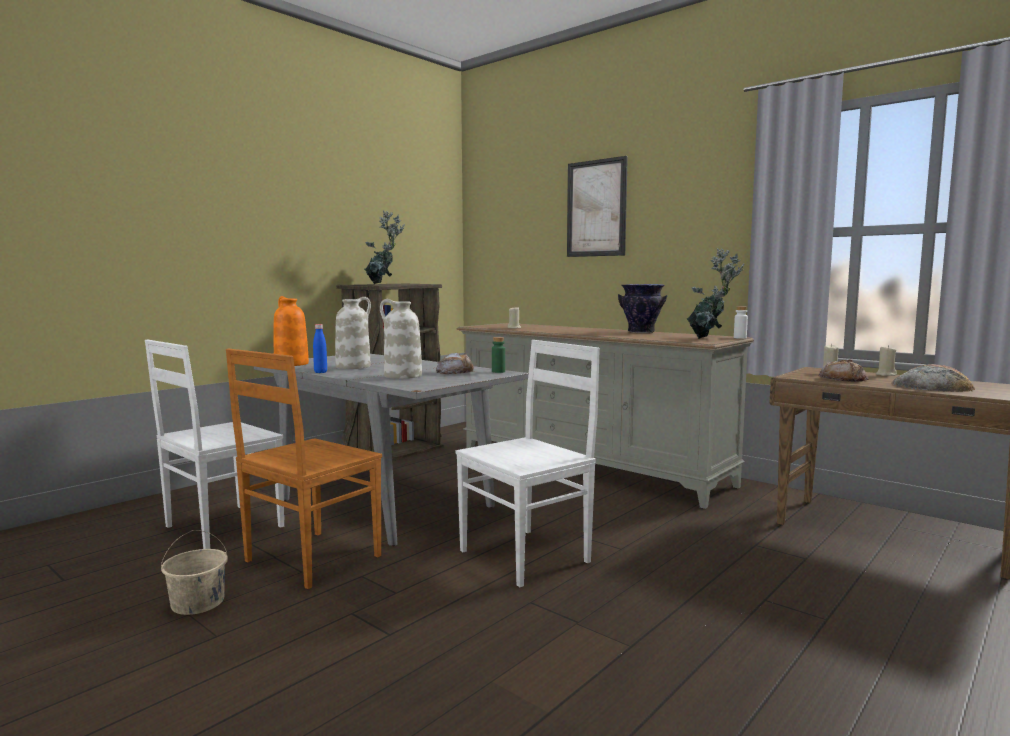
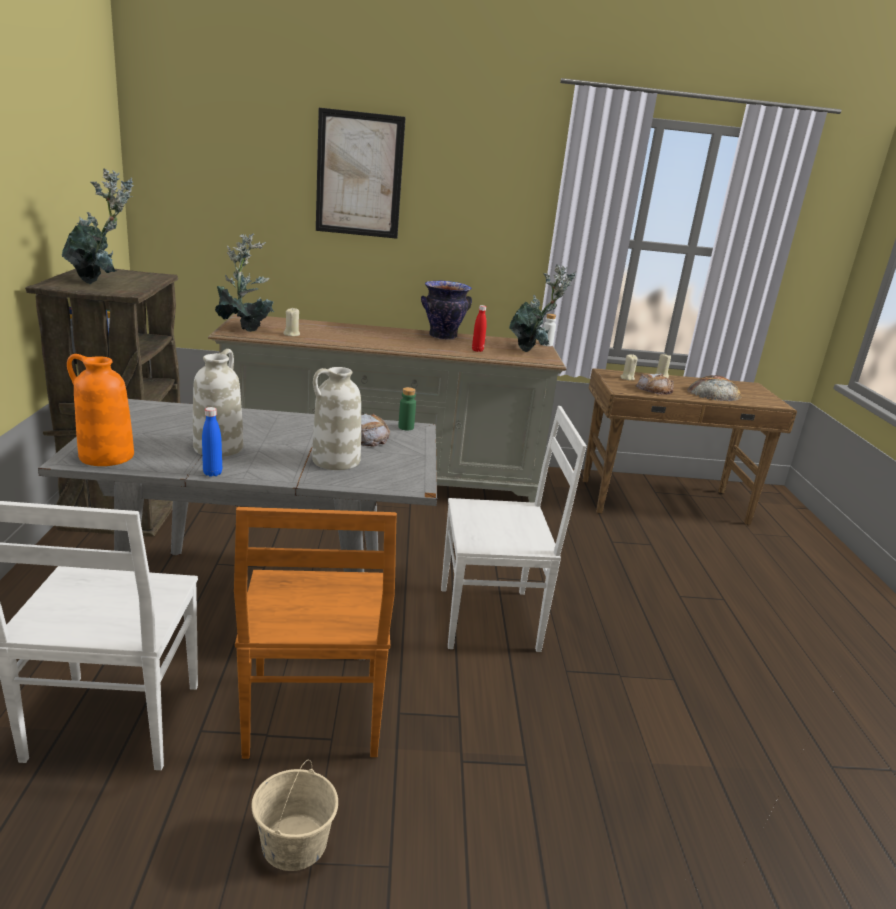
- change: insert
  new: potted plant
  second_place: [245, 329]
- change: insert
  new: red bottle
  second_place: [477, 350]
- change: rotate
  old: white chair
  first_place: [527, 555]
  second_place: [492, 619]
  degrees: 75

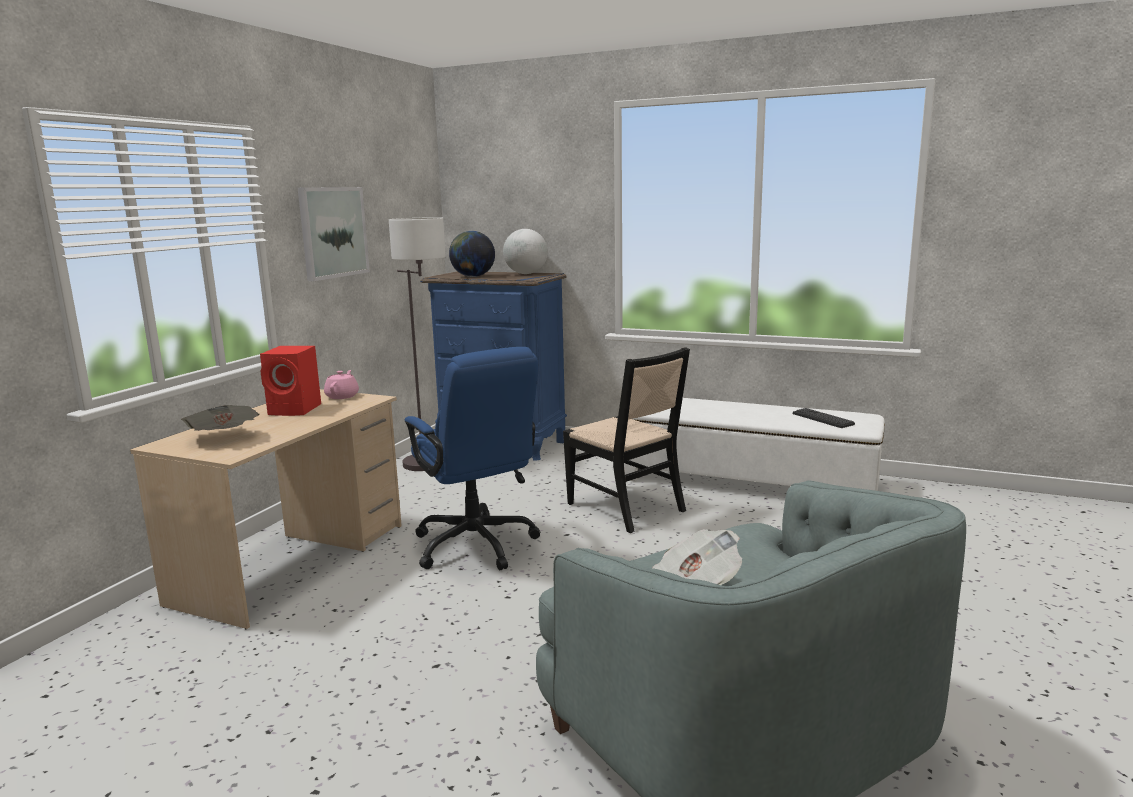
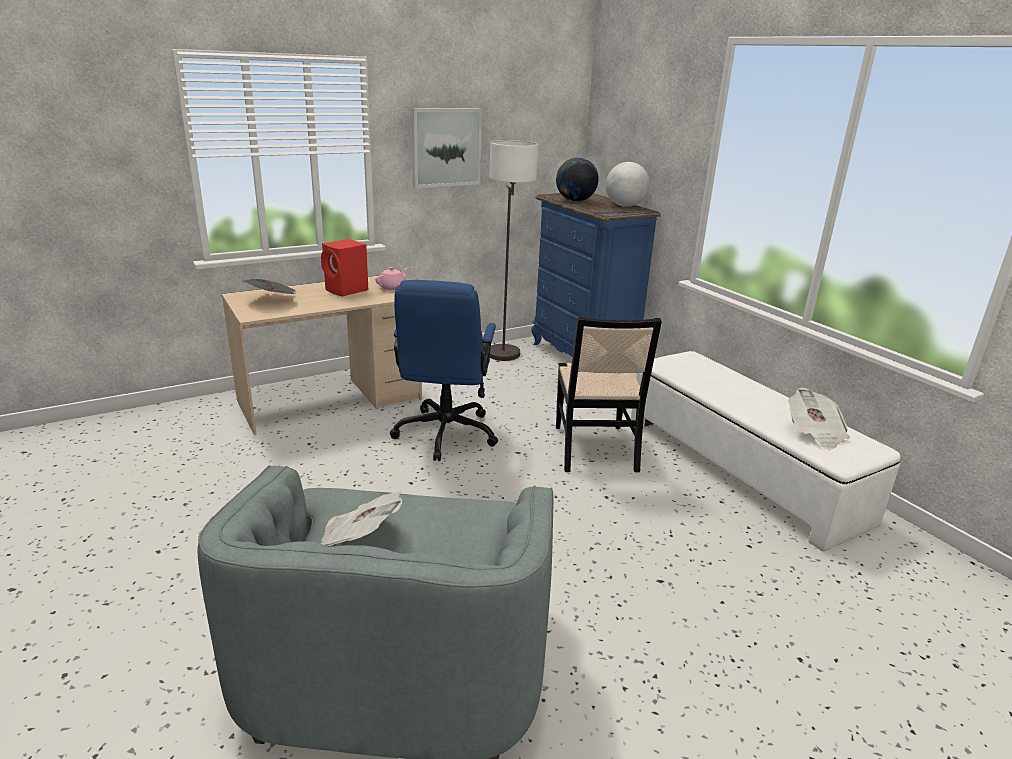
- change: replace
  old: keyboard
  new: newspaper
  first_place: [822, 419]
  second_place: [815, 433]

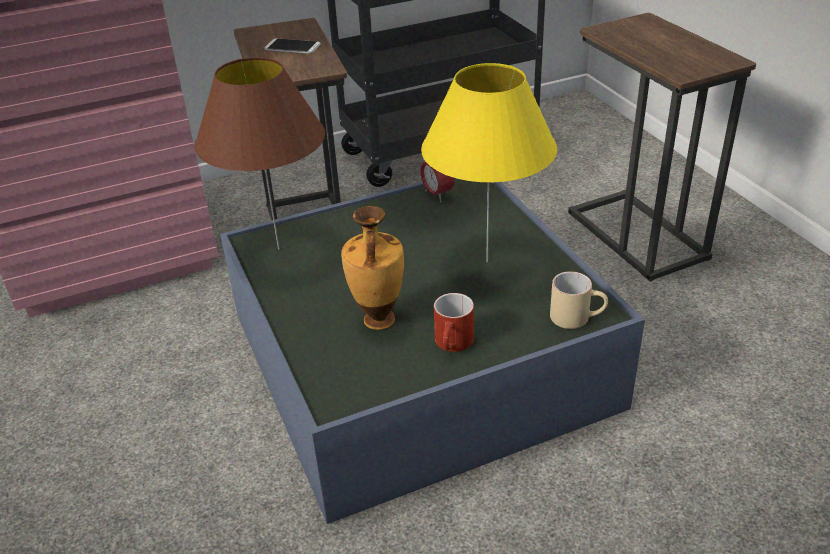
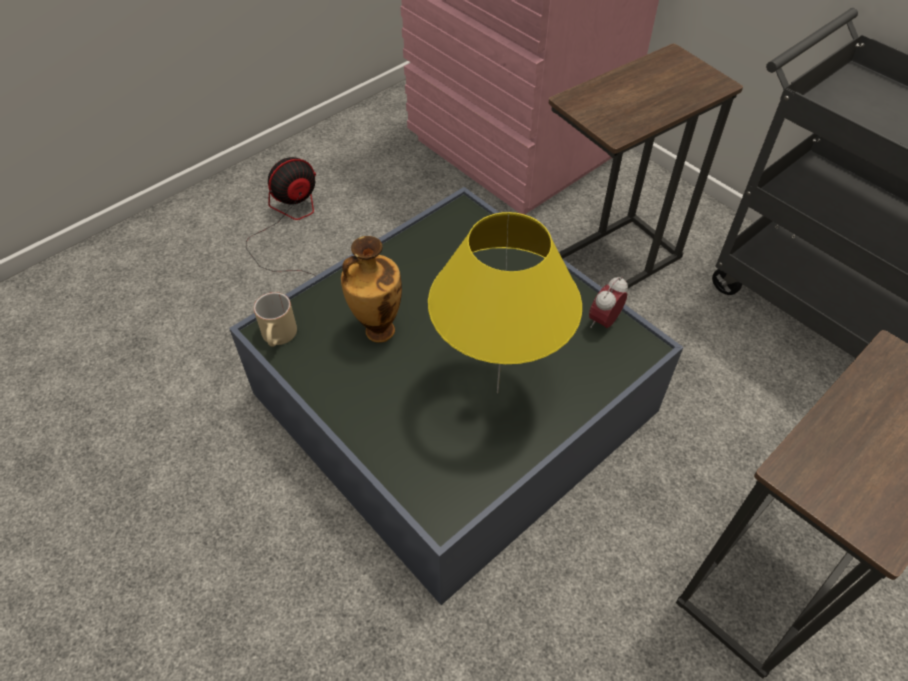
- change: delete
  old: brown table lamp
  first_place: [279, 249]
- change: delete
  old: phone
  first_place: [292, 47]
- change: delete
  old: red mug
  first_place: [453, 344]
- change: insert
  new: fan
  second_place: [290, 225]
- change: move
  old: beige mug
  first_place: [577, 317]
  second_place: [279, 337]

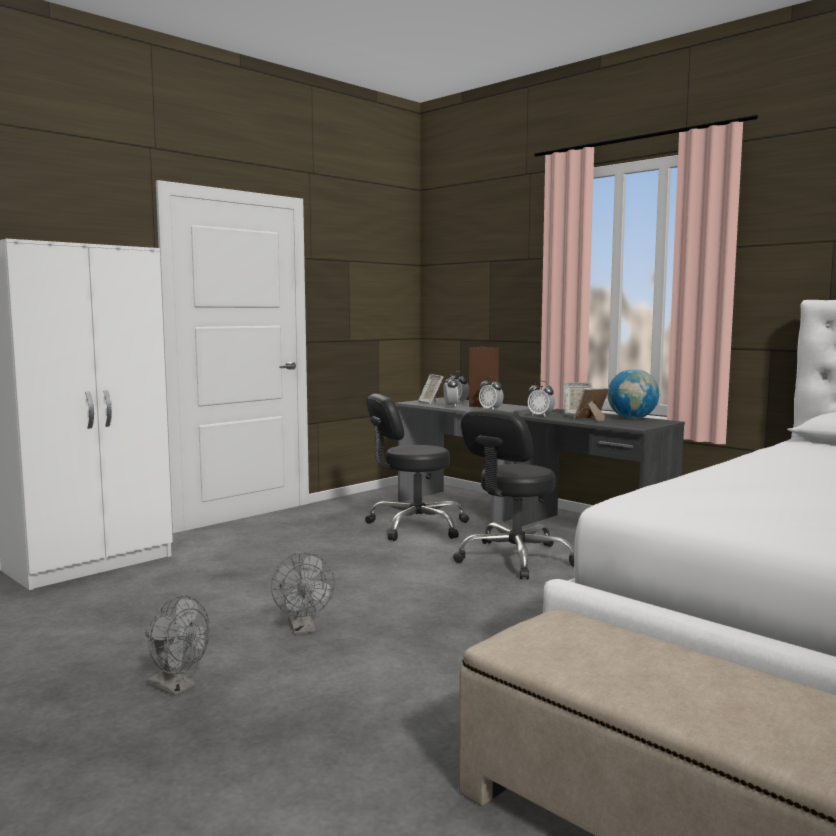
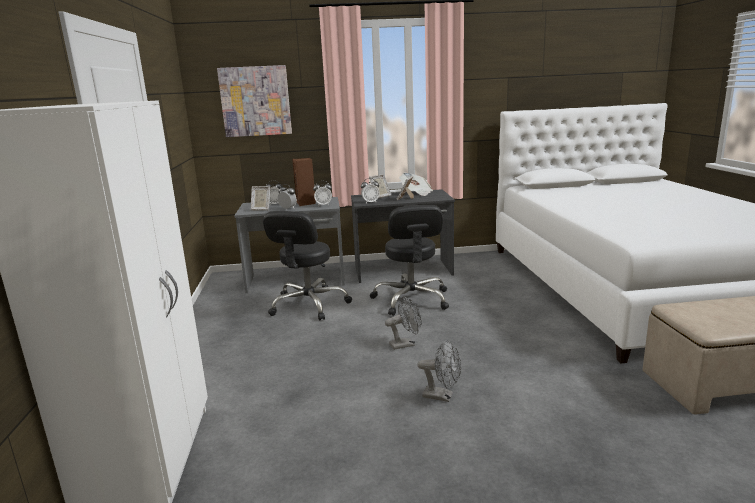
- change: insert
  new: picture
  second_place: [255, 101]
- change: move
  old: grey fan
  first_place: [177, 688]
  second_place: [405, 344]
- change: replace
  old: globe
  new: newspaper
  first_place: [632, 418]
  second_place: [416, 193]

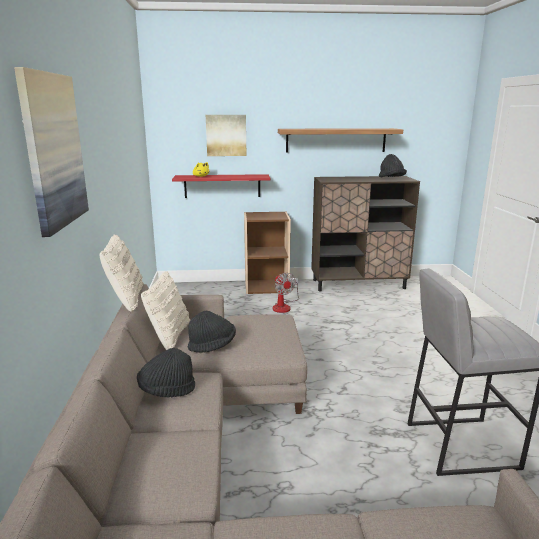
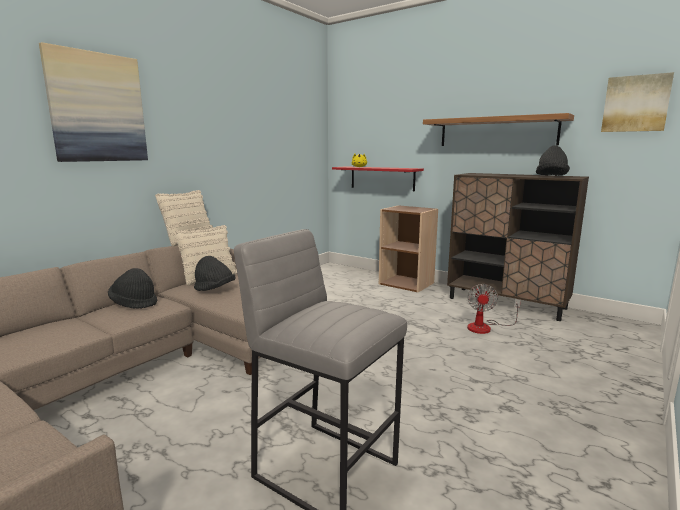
- change: move
  old: picture
  first_place: [226, 135]
  second_place: [635, 104]
- change: move
  old: fan
  first_place: [284, 306]
  second_place: [485, 327]

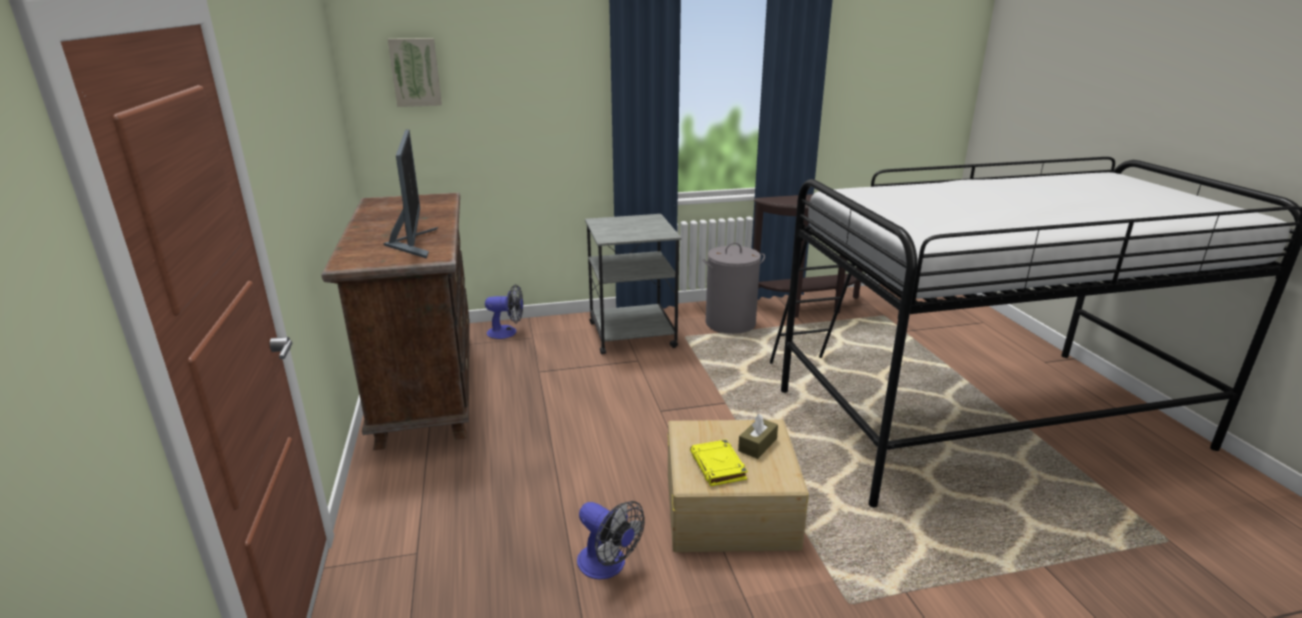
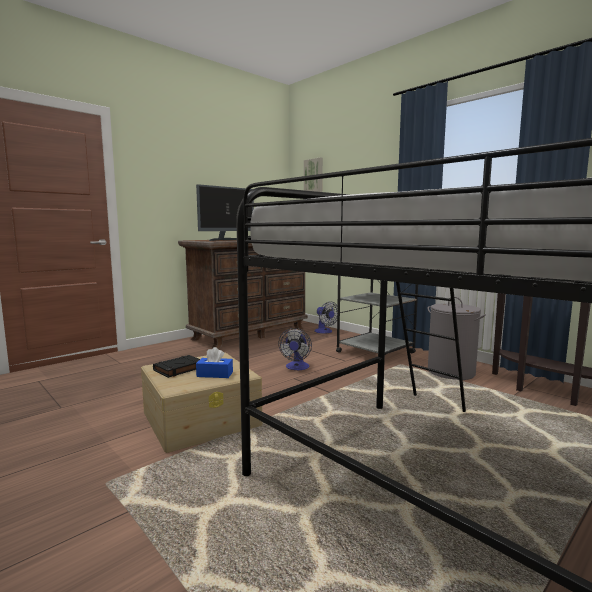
- change: move
  old: fan
  first_place: [608, 566]
  second_place: [296, 367]
- change: recolor
  old: yellow book
  new: black book
  first_place: [718, 467]
  second_place: [178, 369]
- change: recolor
  old: brown tissue box
  new: blue tissue box
  first_place: [757, 445]
  second_place: [215, 374]

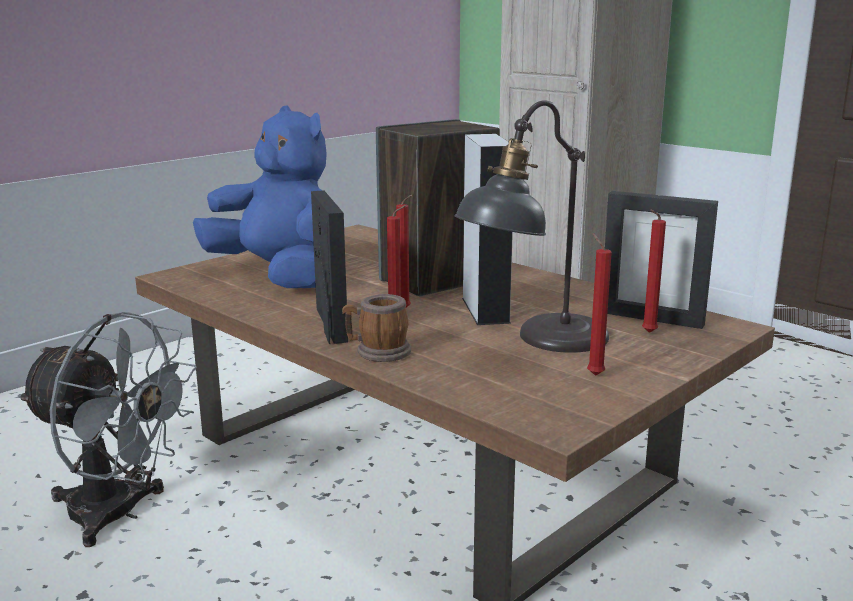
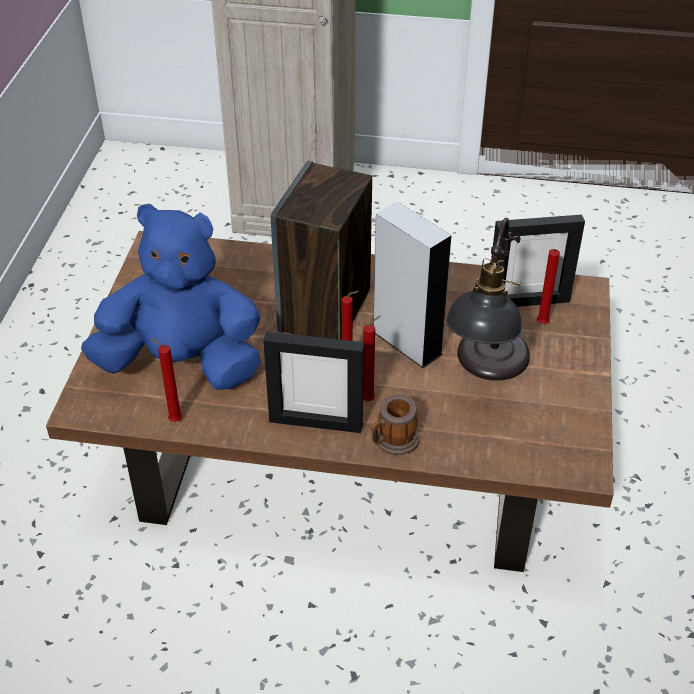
- change: delete
  old: grey fan
  first_place: [119, 514]
- change: move
  old: red candle
  first_place: [593, 374]
  second_place: [173, 420]
- change: rotate
  old: picture frame
  first_place: [329, 325]
  second_place: [316, 421]
  degrees: 150

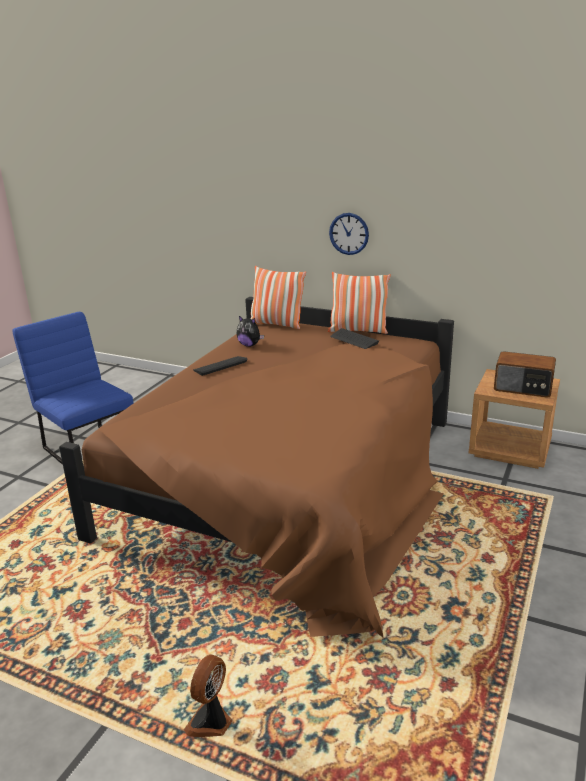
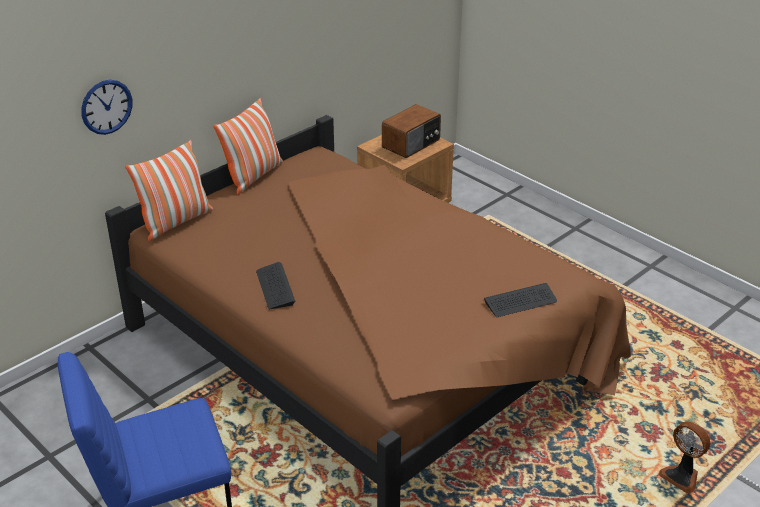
- change: delete
  old: plush toy
  first_place: [249, 345]
- change: move
  old: wall clock
  first_place: [349, 233]
  second_place: [106, 107]
- change: move
  old: keyboard
  first_place: [354, 340]
  second_place: [520, 301]

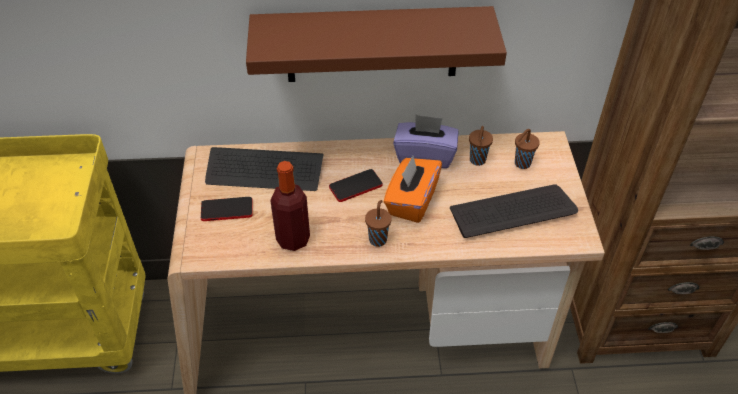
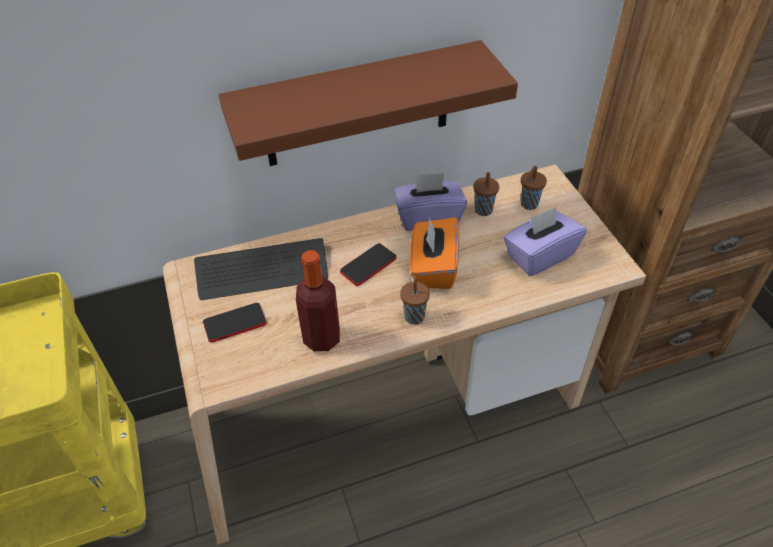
- change: replace
  old: keyboard
  new: purple tissue box
  first_place: [512, 212]
  second_place: [539, 255]

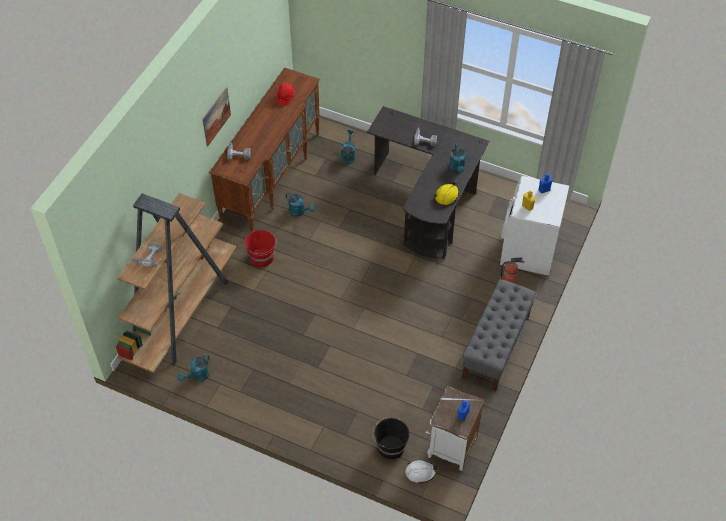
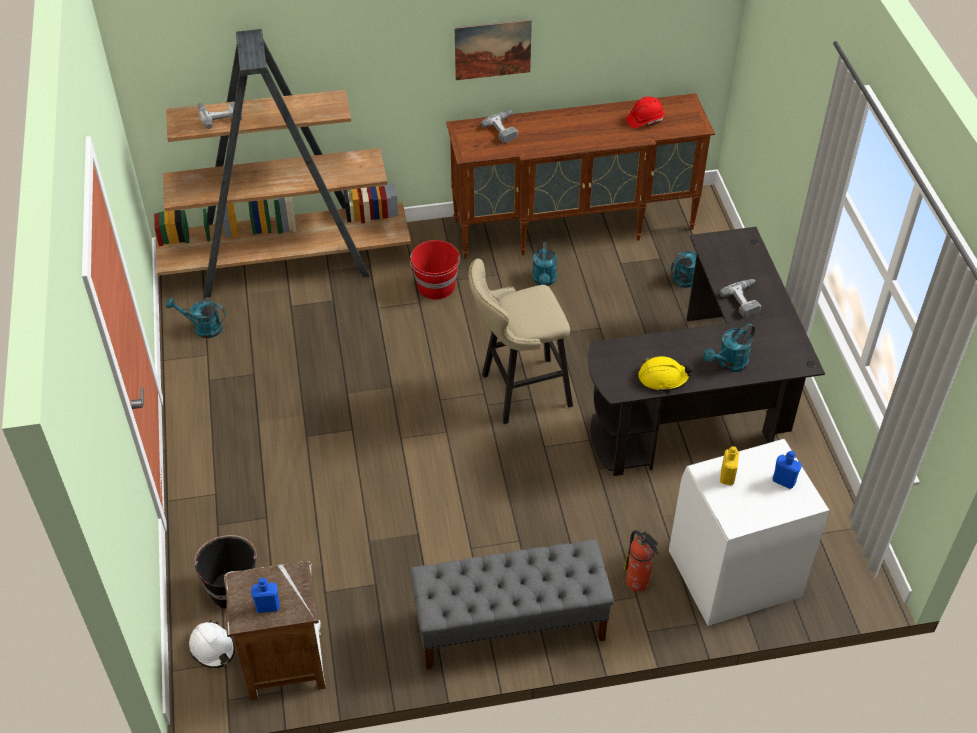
- change: insert
  new: beige stool
  second_place: [516, 392]

